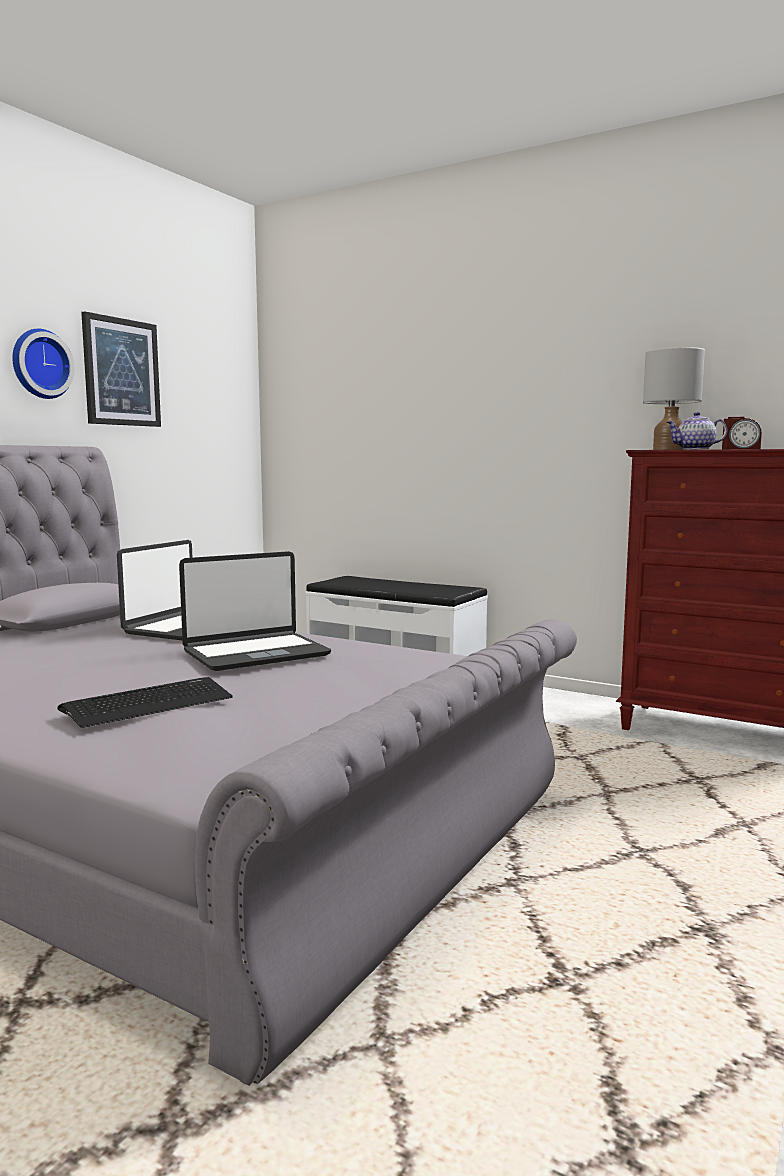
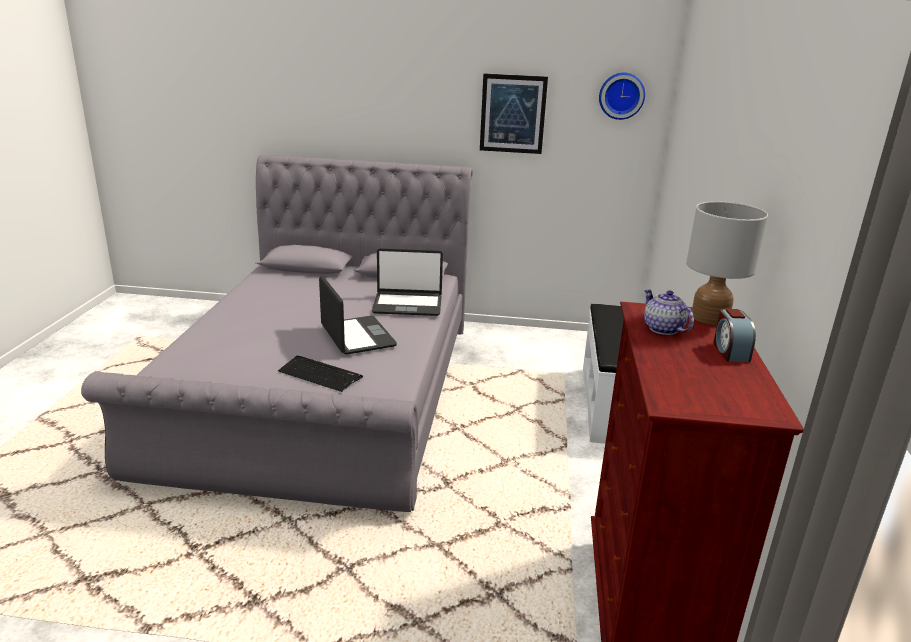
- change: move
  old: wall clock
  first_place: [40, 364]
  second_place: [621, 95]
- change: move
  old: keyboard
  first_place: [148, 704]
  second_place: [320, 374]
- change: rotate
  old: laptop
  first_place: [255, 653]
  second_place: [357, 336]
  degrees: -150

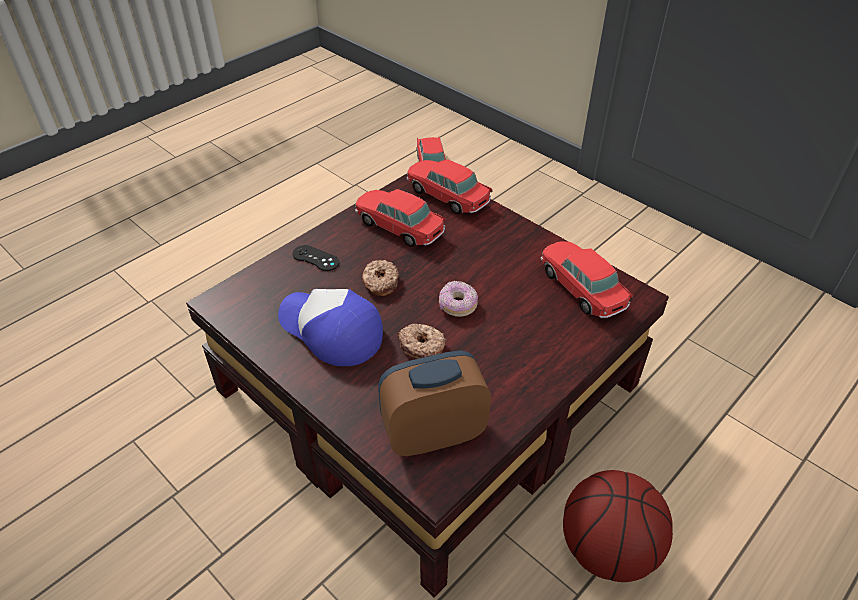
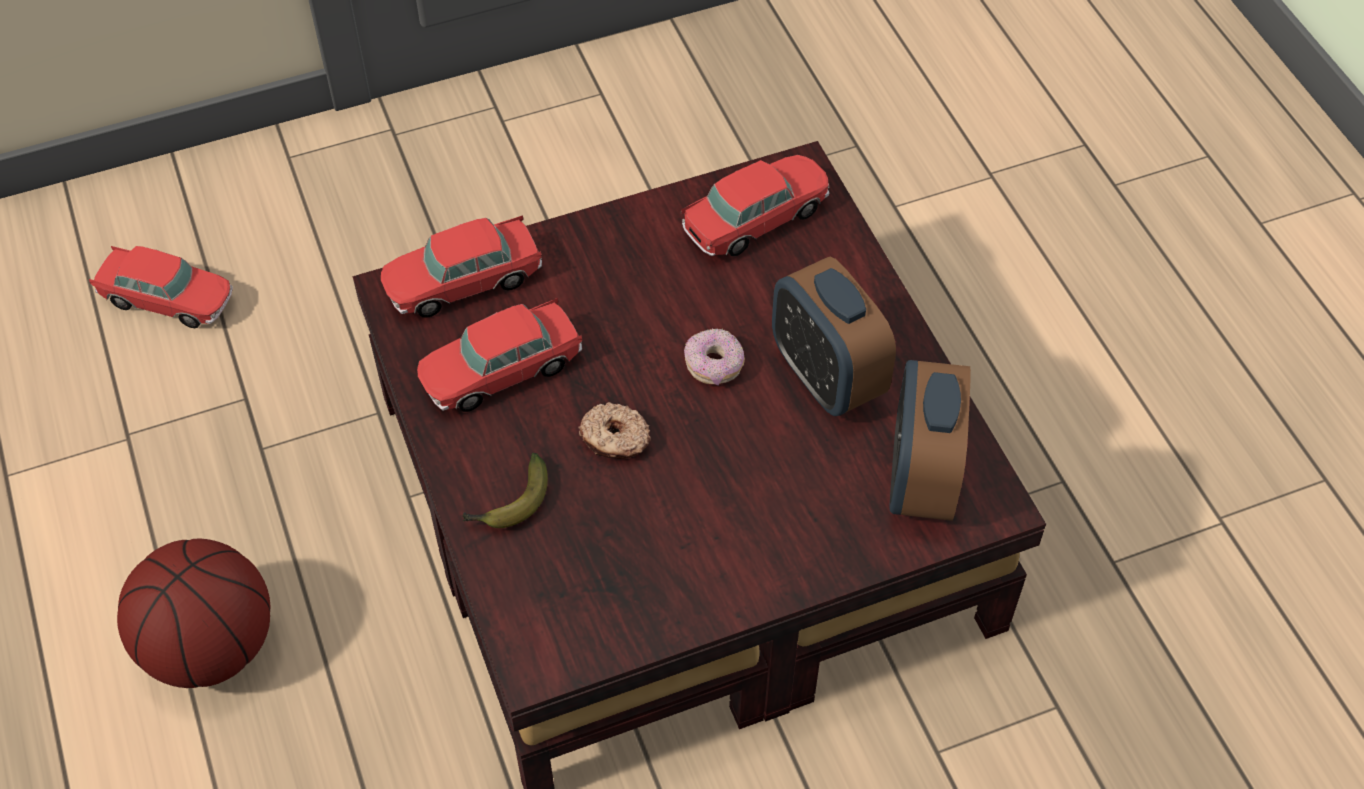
- change: delete
  old: cap
  first_place: [331, 331]
- change: delete
  old: donut
  first_place: [422, 346]
- change: insert
  new: alarm clock
  second_place: [826, 376]
- change: move
  old: basketball
  first_place: [608, 550]
  second_place: [212, 646]
- change: replace
  old: black game controller
  new: banana
  first_place: [315, 258]
  second_place: [510, 504]
- change: rotate
  old: toy car
  first_place: [581, 288]
  second_place: [756, 218]
  degrees: 150

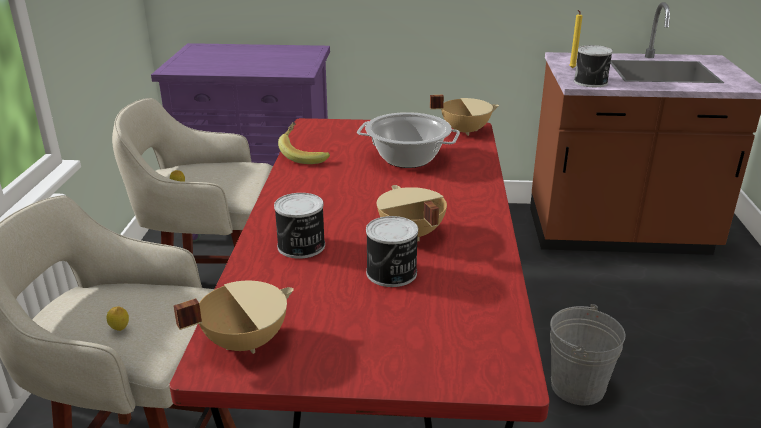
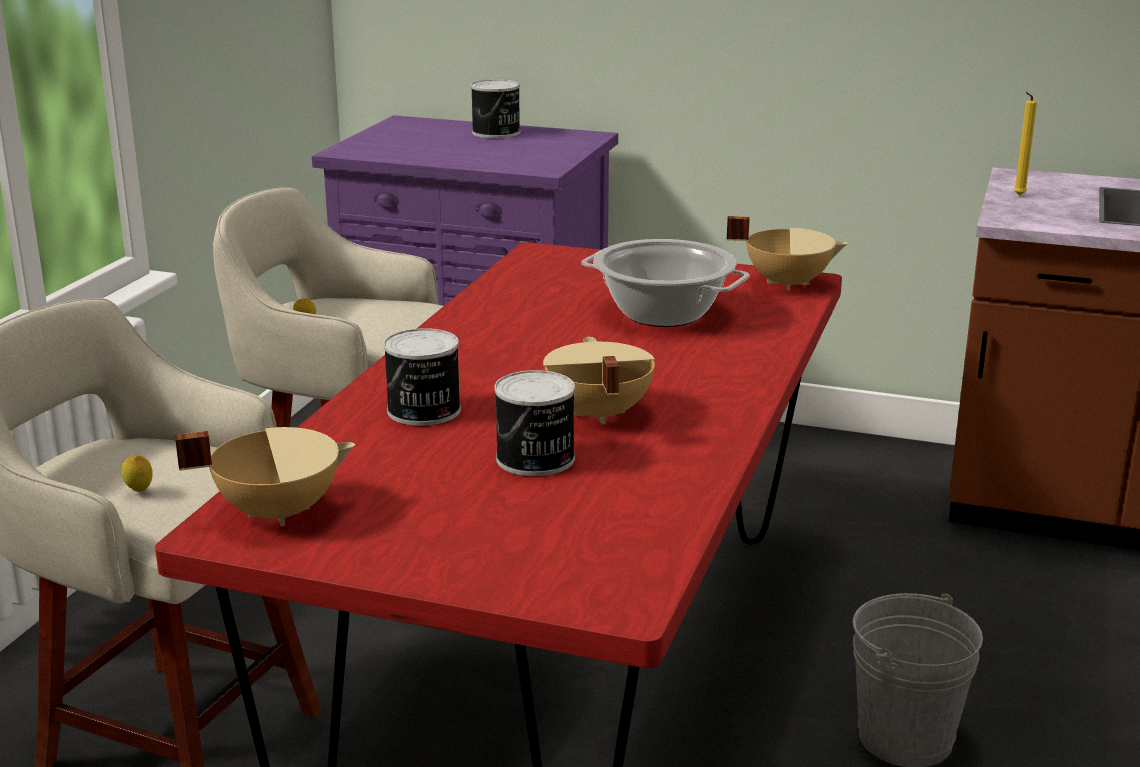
- change: delete
  old: banana
  first_place: [304, 155]
- change: move
  old: can
  first_place: [591, 82]
  second_place: [497, 133]

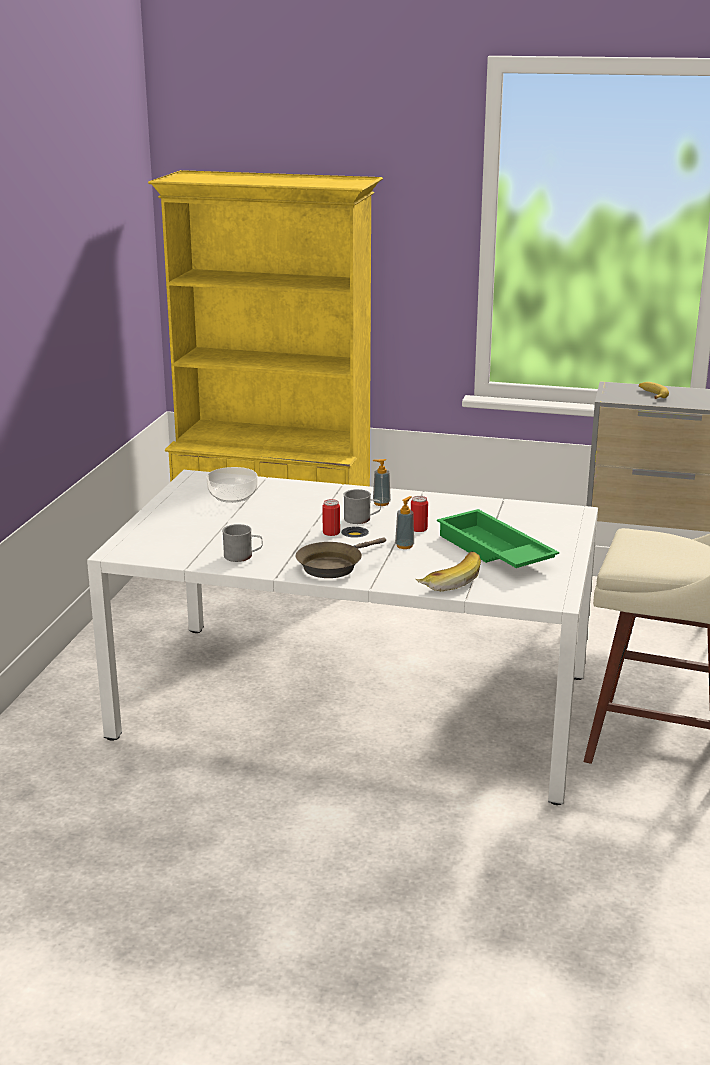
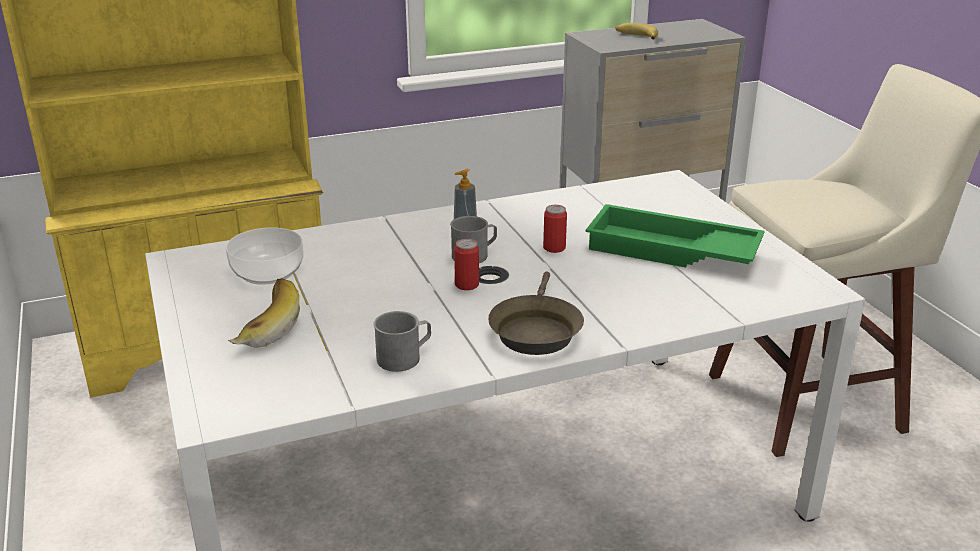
- change: delete
  old: soap dispenser
  first_place: [404, 546]
- change: move
  old: banana
  first_place: [448, 581]
  second_place: [264, 327]

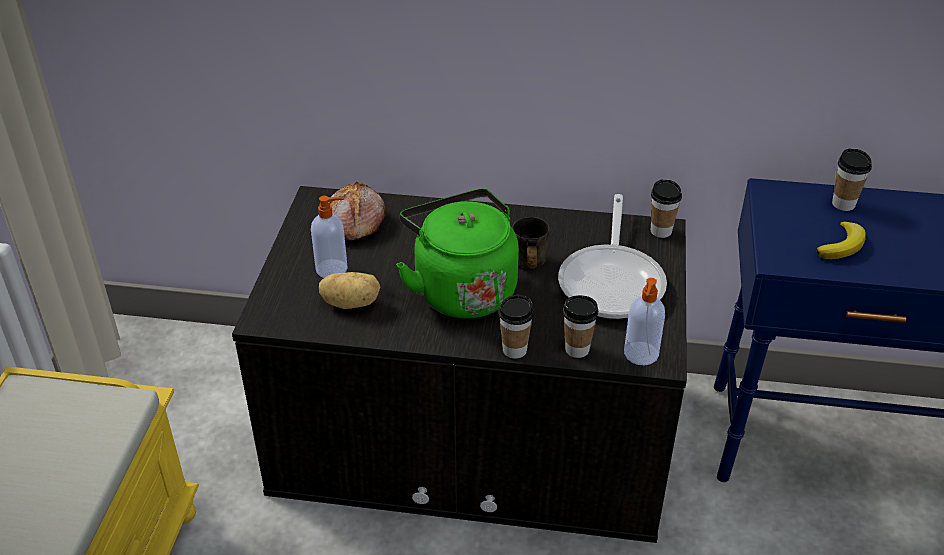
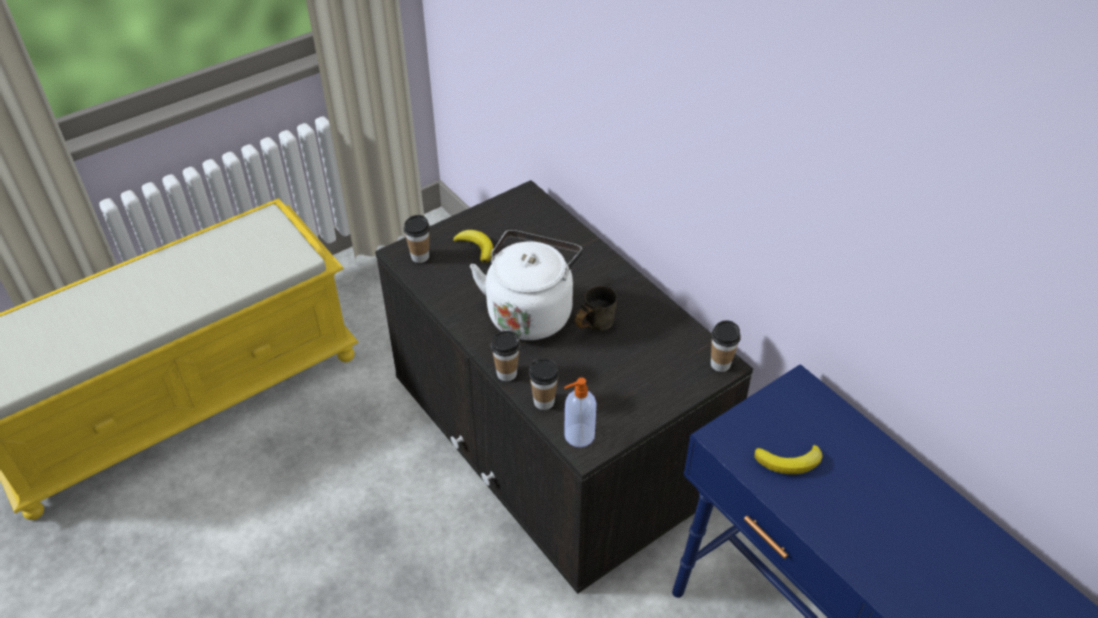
- change: delete
  old: potato
  first_place: [351, 303]
- change: delete
  old: bread
  first_place: [353, 222]
- change: delete
  old: frying pan
  first_place: [613, 281]
- change: move
  old: cup
  first_place: [843, 204]
  second_place: [420, 257]
- change: replace
  old: soap dispenser
  new: banana
  first_place: [333, 269]
  second_place: [476, 247]
- change: recolor
  old: green kettle
  new: white kettle
  first_place: [461, 289]
  second_place: [530, 312]

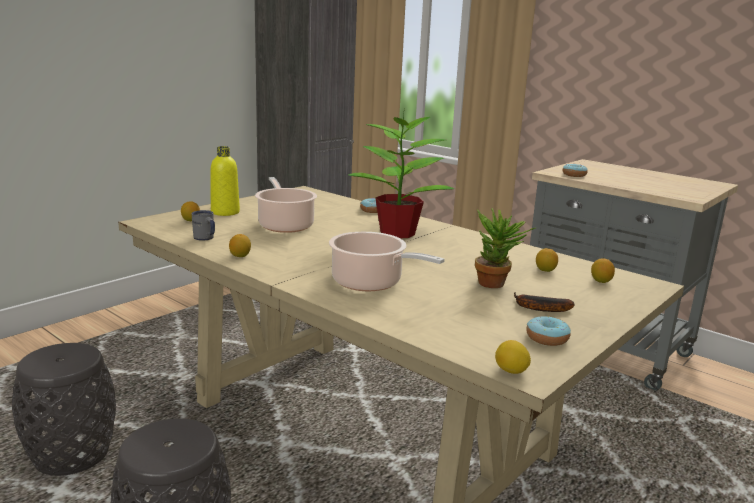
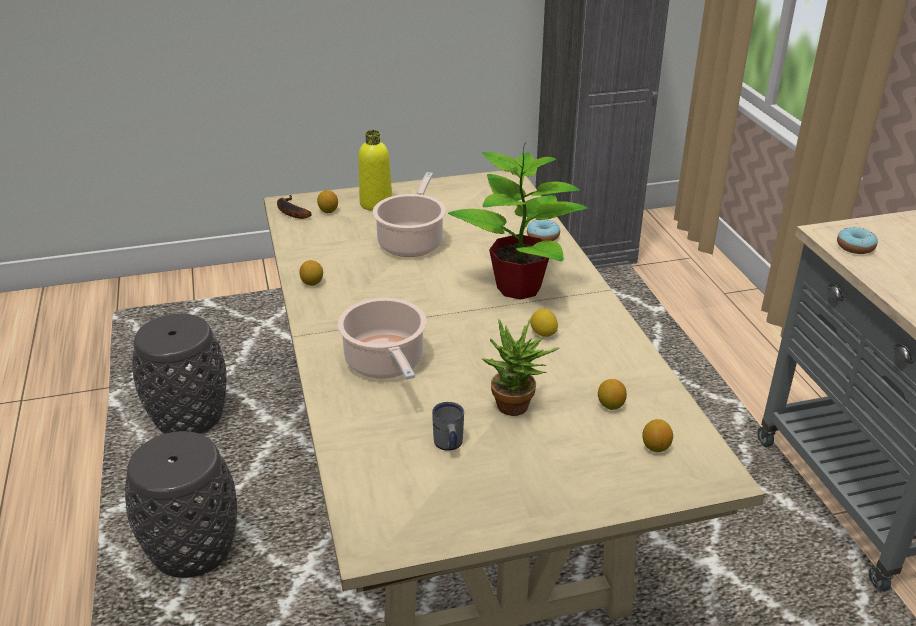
- change: delete
  old: donut
  first_place: [547, 338]
- change: move
  old: grey mug
  first_place: [205, 239]
  second_place: [448, 445]
- change: move
  old: lemon
  first_place: [511, 371]
  second_place: [543, 334]
- change: move
  old: banana
  first_place: [538, 308]
  second_place: [290, 211]

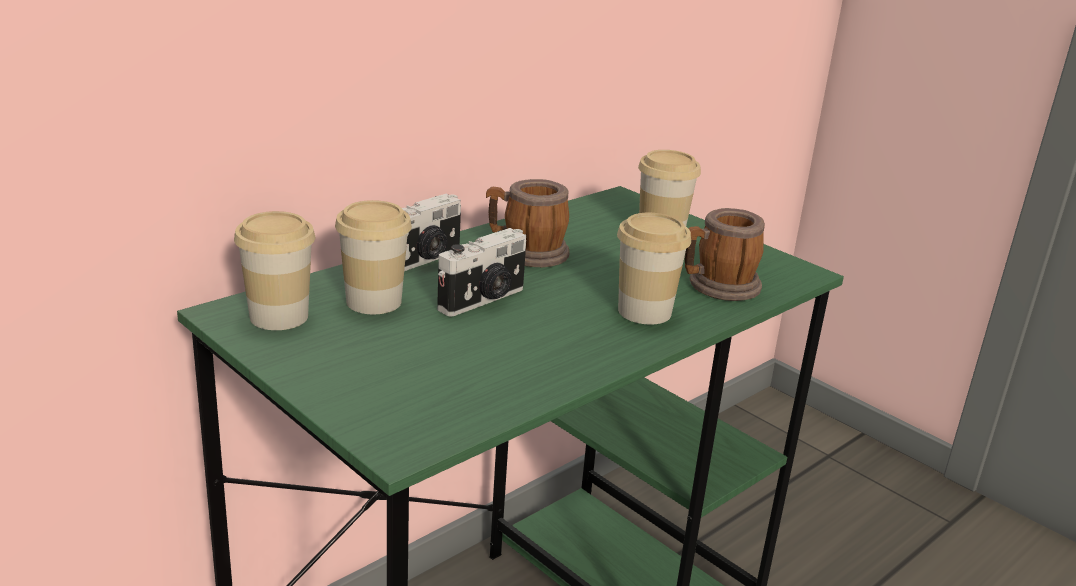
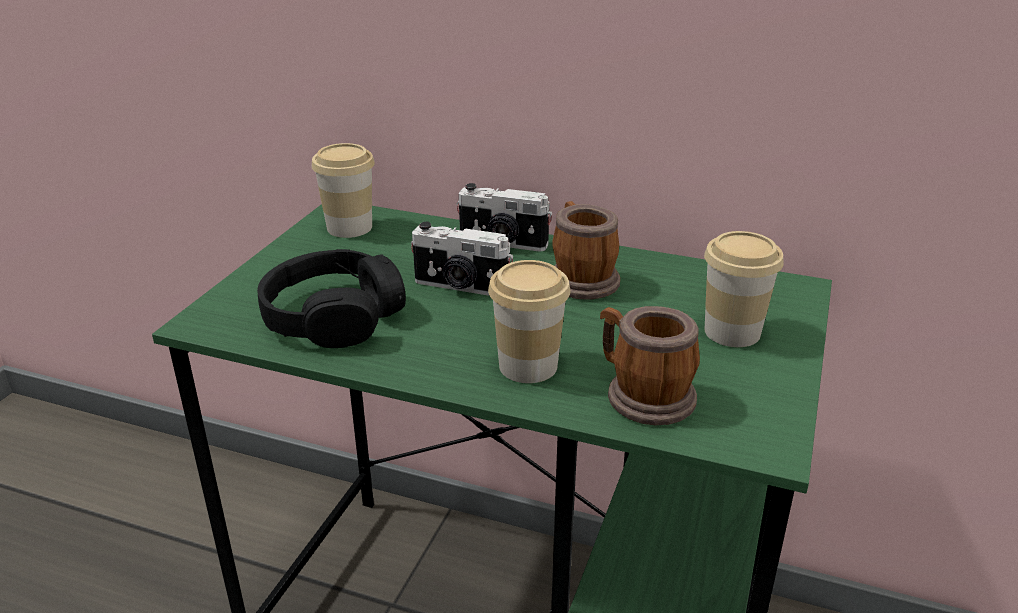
- change: delete
  old: cup
  first_place: [373, 301]
- change: insert
  new: black headphones
  second_place: [333, 316]

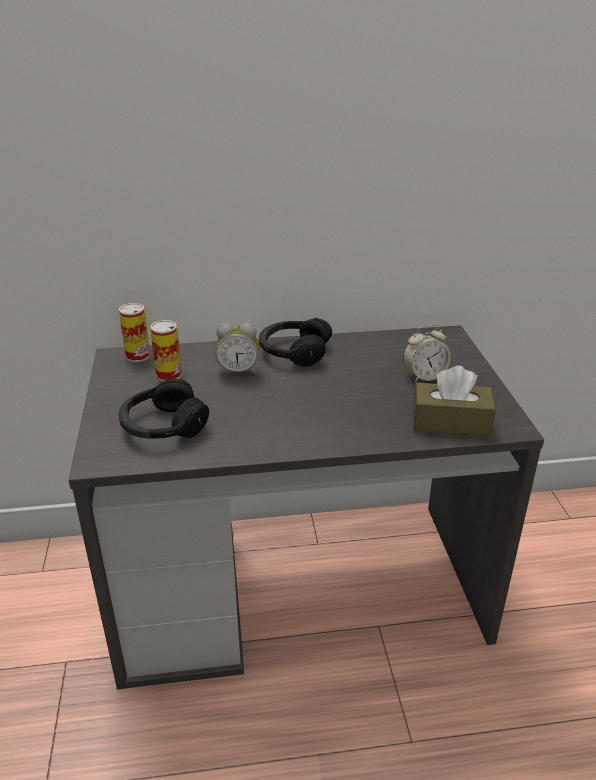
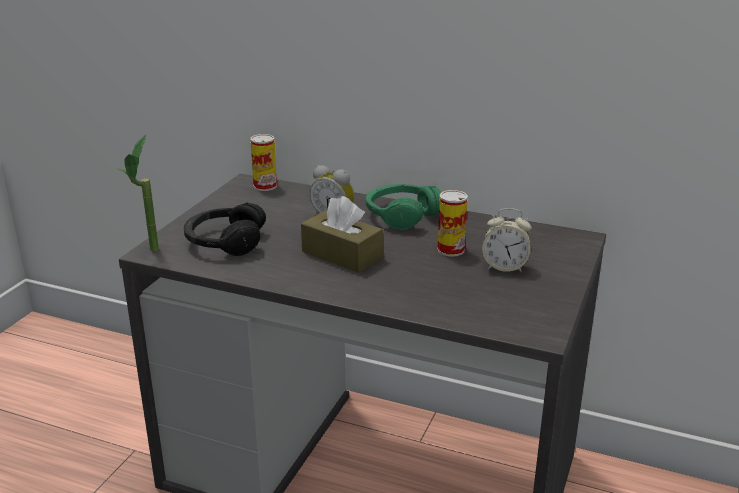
- change: insert
  new: potted plant
  second_place: [149, 253]
- change: move
  old: can
  first_place: [169, 375]
  second_place: [450, 250]
- change: move
  old: brown tissue box
  first_place: [450, 422]
  second_place: [342, 255]
- change: recolor
  old: black headphones
  new: green headphones
  first_place: [294, 352]
  second_place: [401, 215]

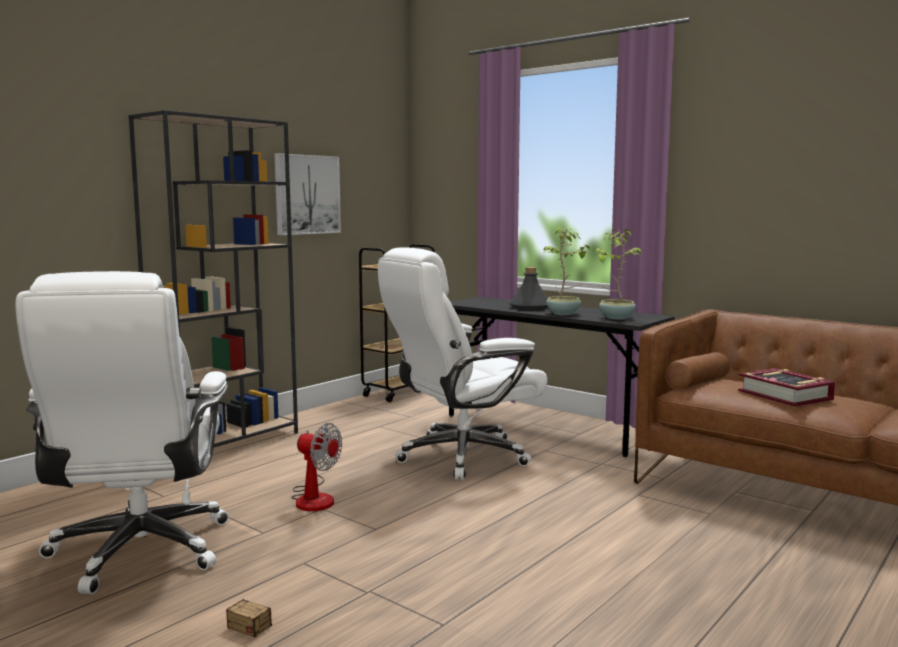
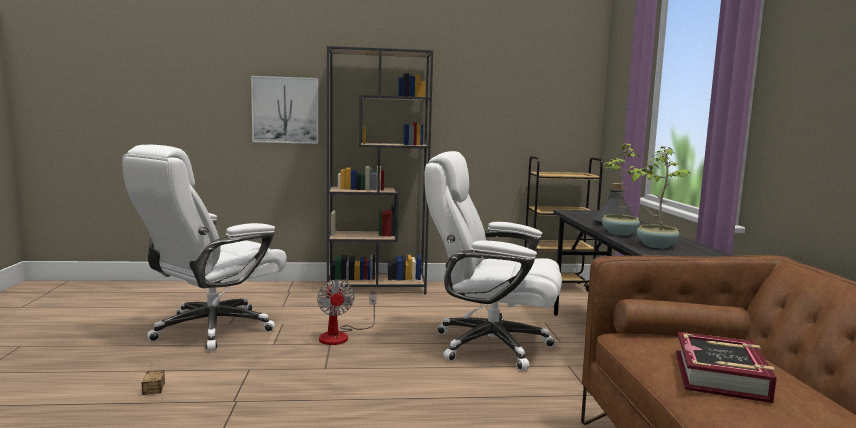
- change: move
  old: picture
  first_place: [307, 194]
  second_place: [285, 110]

